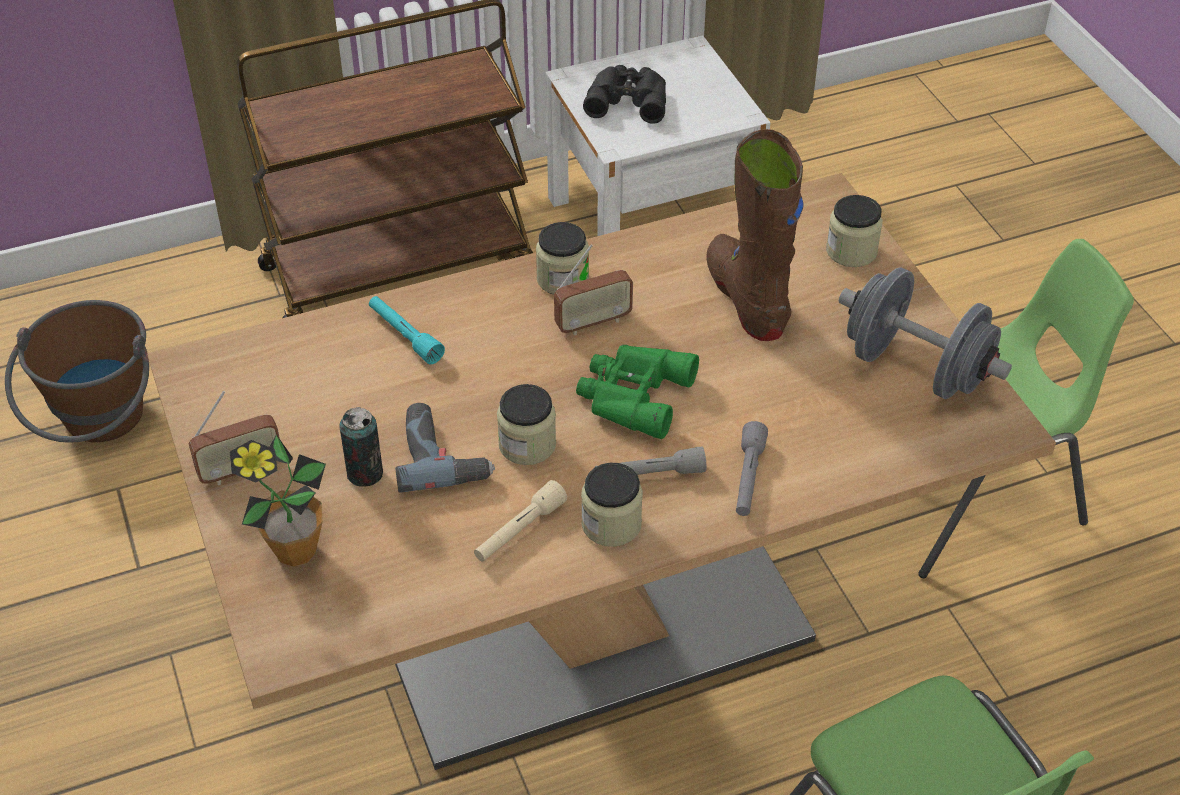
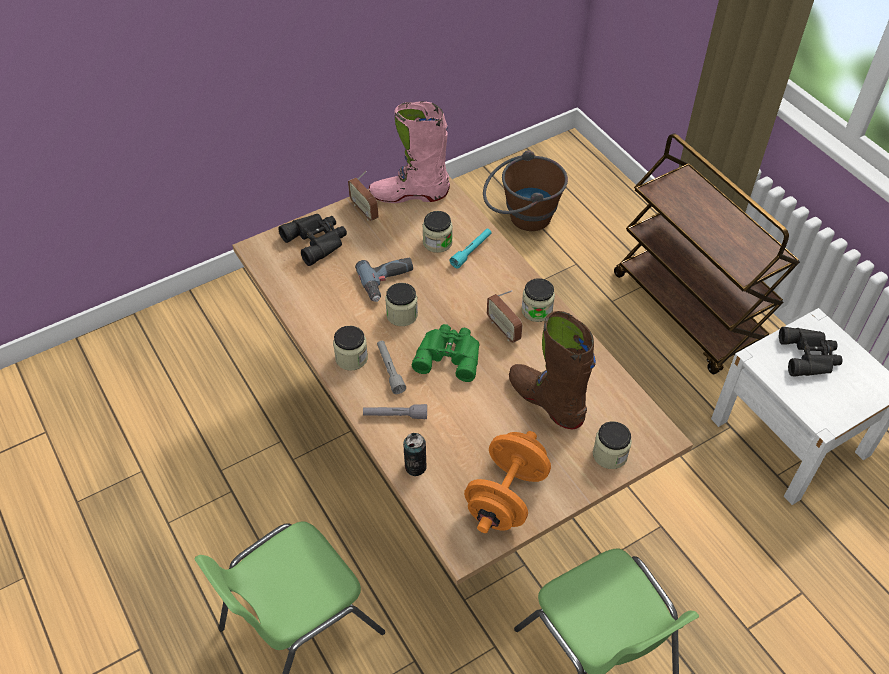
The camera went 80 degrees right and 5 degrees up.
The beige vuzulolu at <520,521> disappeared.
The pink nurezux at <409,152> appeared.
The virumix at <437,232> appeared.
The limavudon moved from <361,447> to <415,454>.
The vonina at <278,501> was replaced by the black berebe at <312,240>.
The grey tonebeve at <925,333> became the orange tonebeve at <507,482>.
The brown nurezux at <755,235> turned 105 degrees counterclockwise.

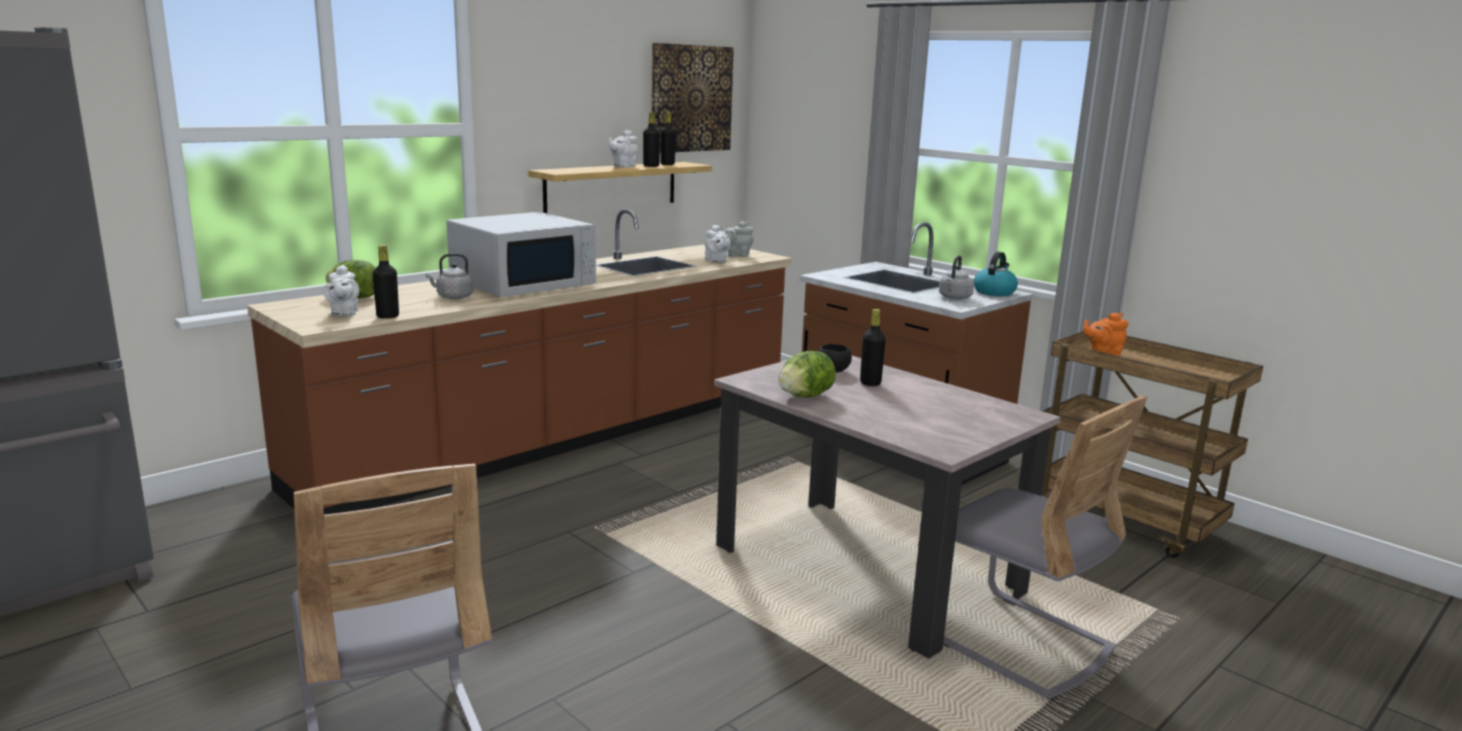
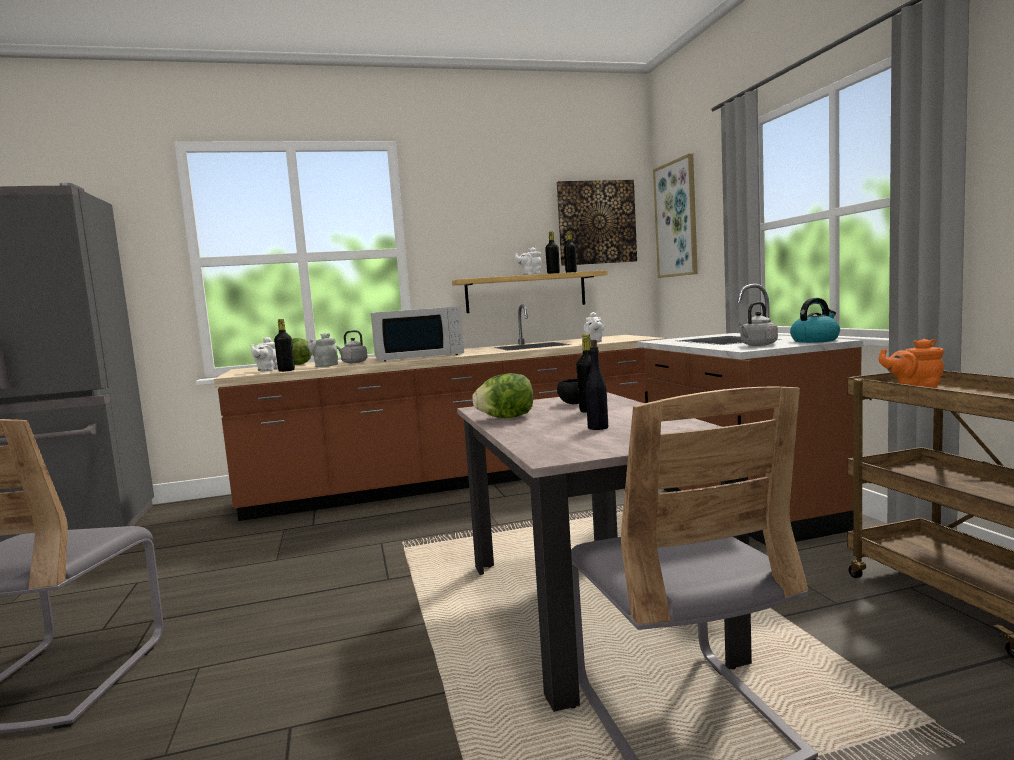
The camera went 30 degrees right and 10 degrees down.
The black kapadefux at <597,384> appeared.
The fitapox at <675,215> appeared.
The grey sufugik moved from <736,239> to <322,350>.

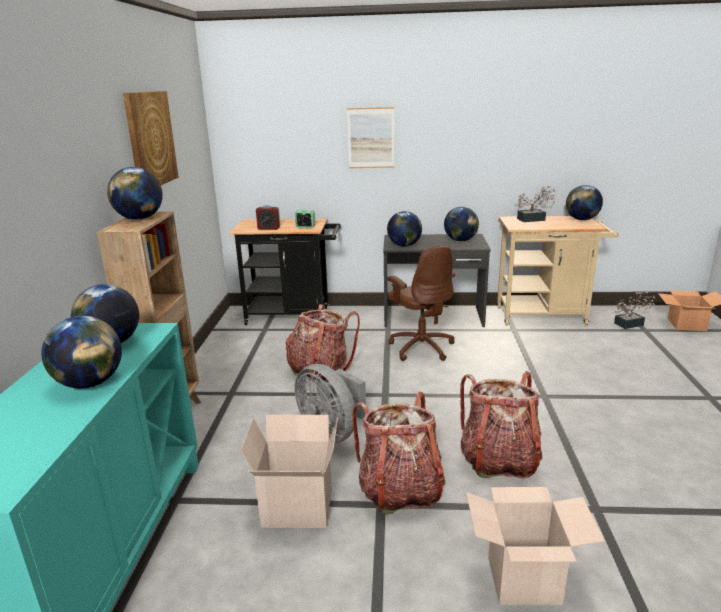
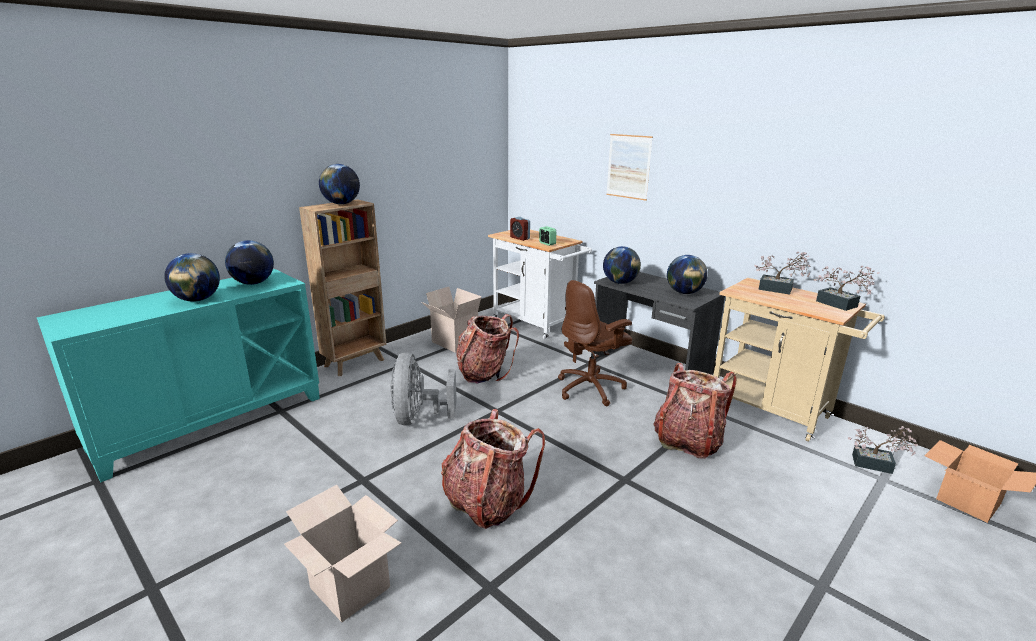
The camera went 40 degrees right and 0 degrees up.
The fitapox at <150,138> disappeared.
The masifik moved from <289,471> to <451,320>.
The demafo moved from <399,453> to <694,411>.
The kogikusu at <584,202> was replaced by the vonina at <846,288>.
The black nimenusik at <285,272> became the white nimenusik at <540,285>.
The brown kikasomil at <421,303> turned 45 degrees clockwise.

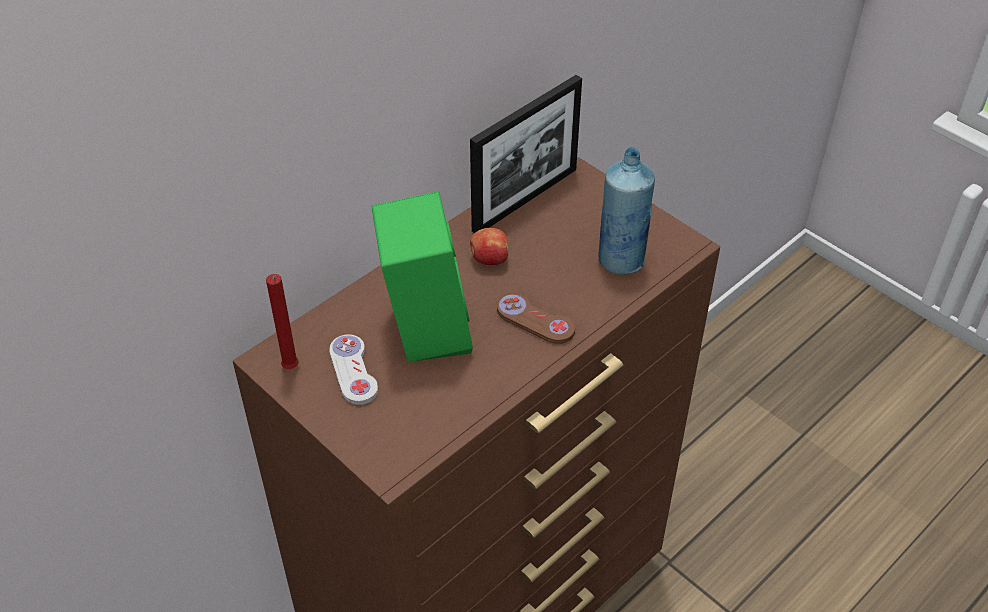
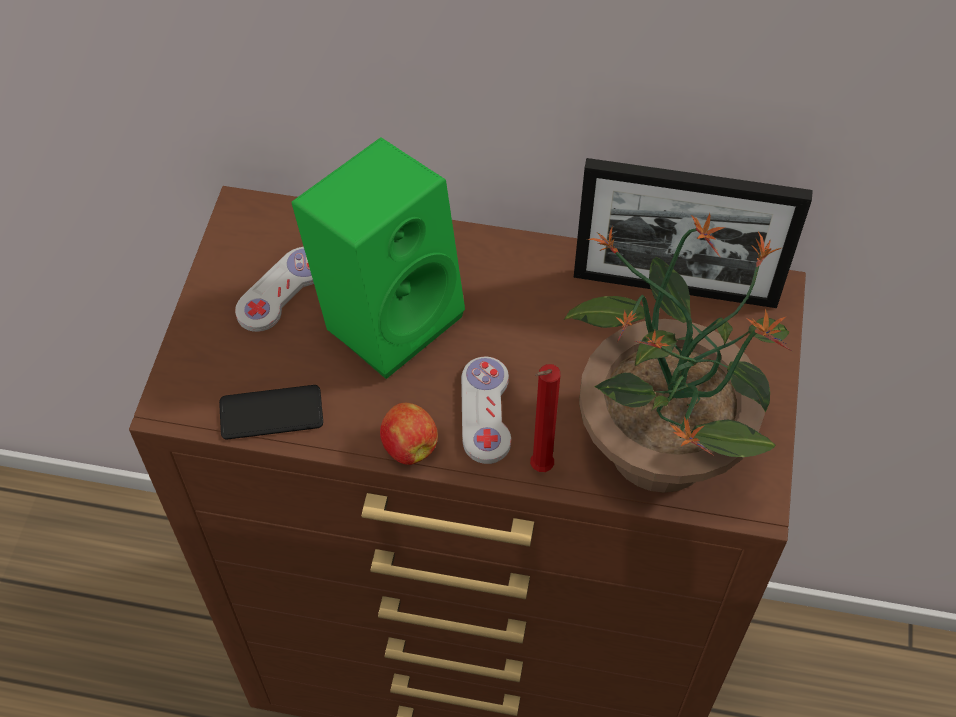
The camera went 55 degrees right and 10 degrees up.
The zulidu at <271,412> appeared.
The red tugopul moved from <282,321> to <545,418>.
The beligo moved from <489,246> to <409,434>.
The blue kapadefux at <626,211> was replaced by the vonina at <678,353>.
The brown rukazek at <536,319> became the white rukazek at <486,410>.

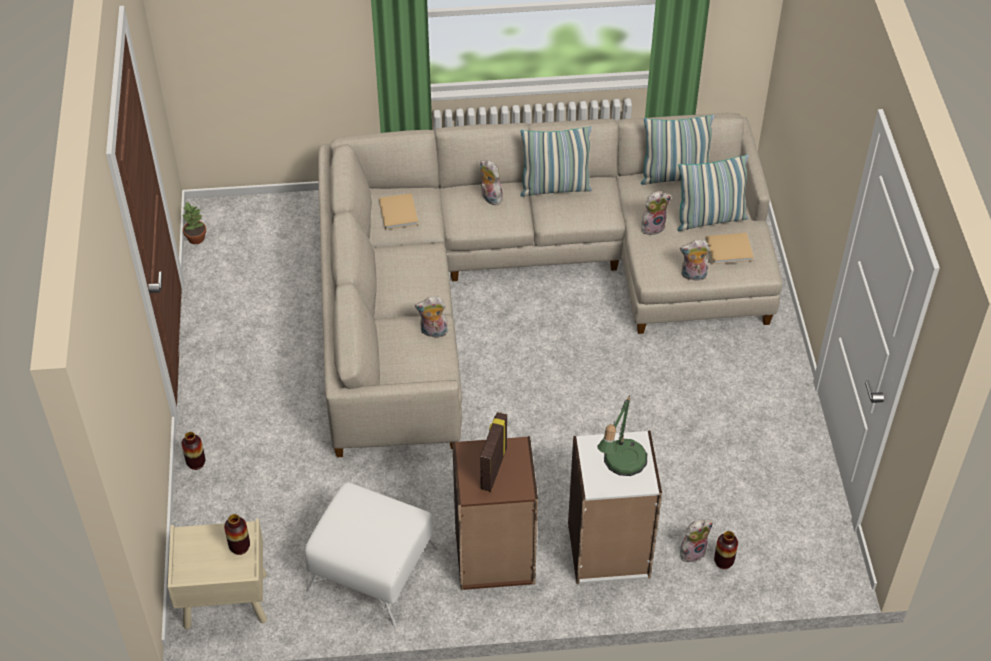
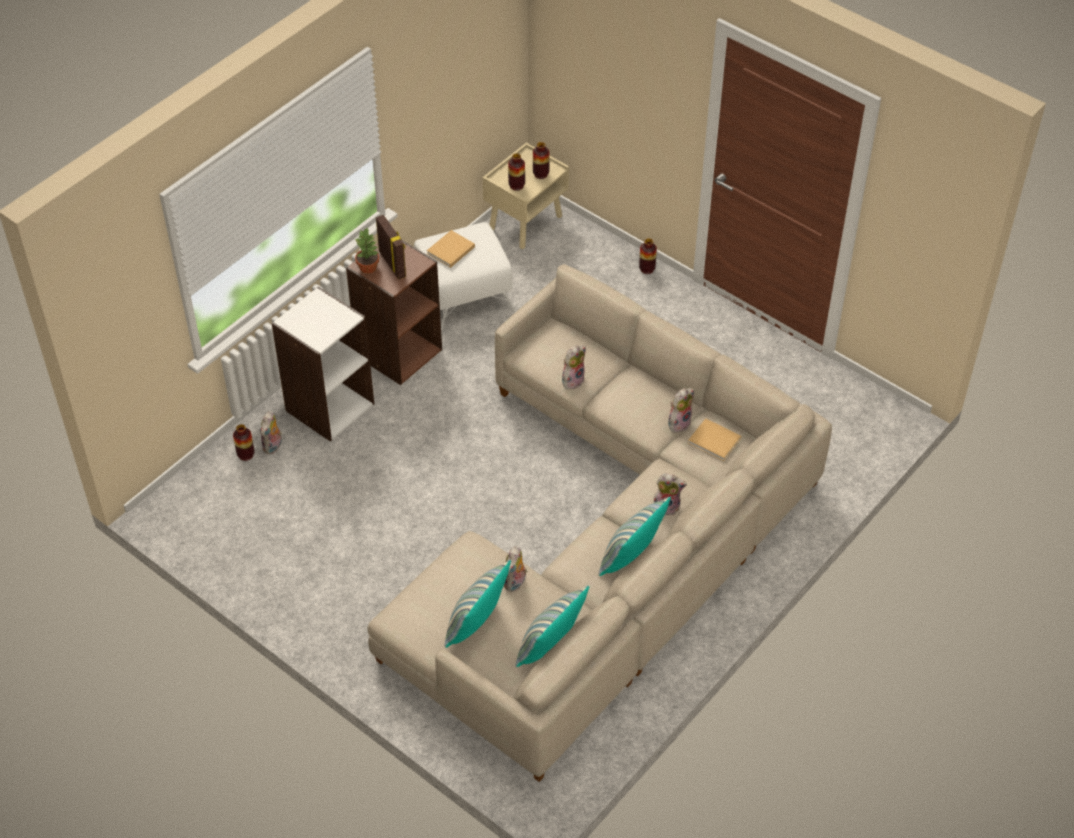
The camera went 135 degrees right and 0 degrees up.
The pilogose at <622,435> disappeared.
The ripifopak at <541,160> appeared.
The vonina moved from <194,222> to <367,251>.
The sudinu moved from <694,261> to <681,410>.
The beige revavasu moved from <730,248> to <451,249>.

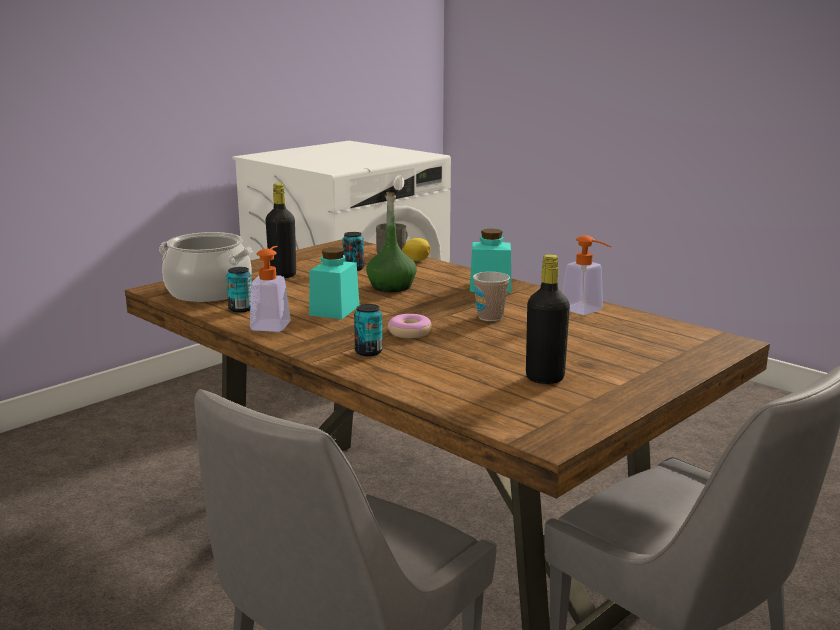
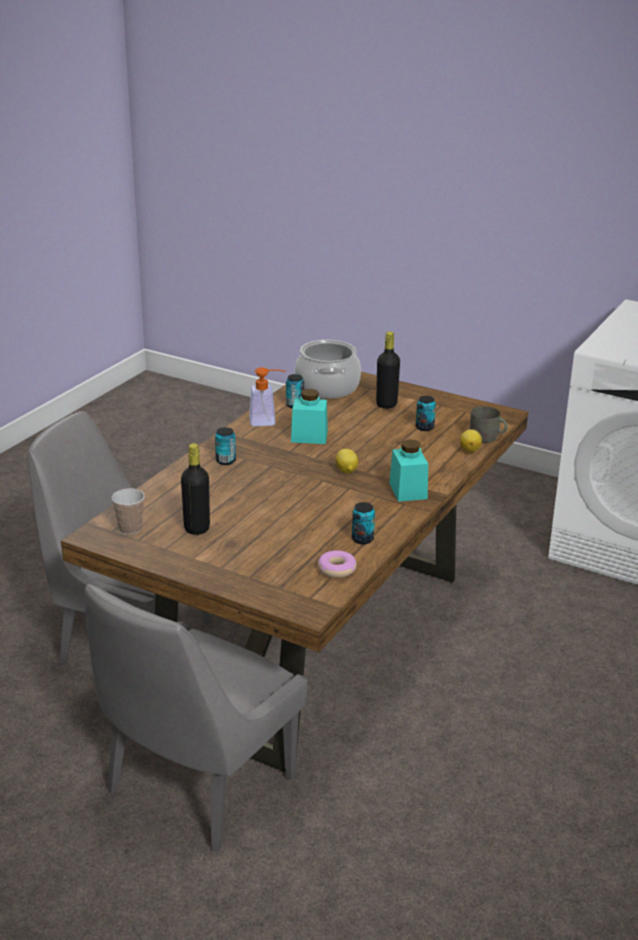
The camera went 75 degrees right and 10 degrees up.
The green kapadefux at <391,242> disappeared.
The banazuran at <346,461> appeared.
The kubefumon moved from <410,326> to <337,564>.
The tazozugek moved from <491,296> to <128,511>.
The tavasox at <587,275> was replaced by the limavudon at <363,523>.

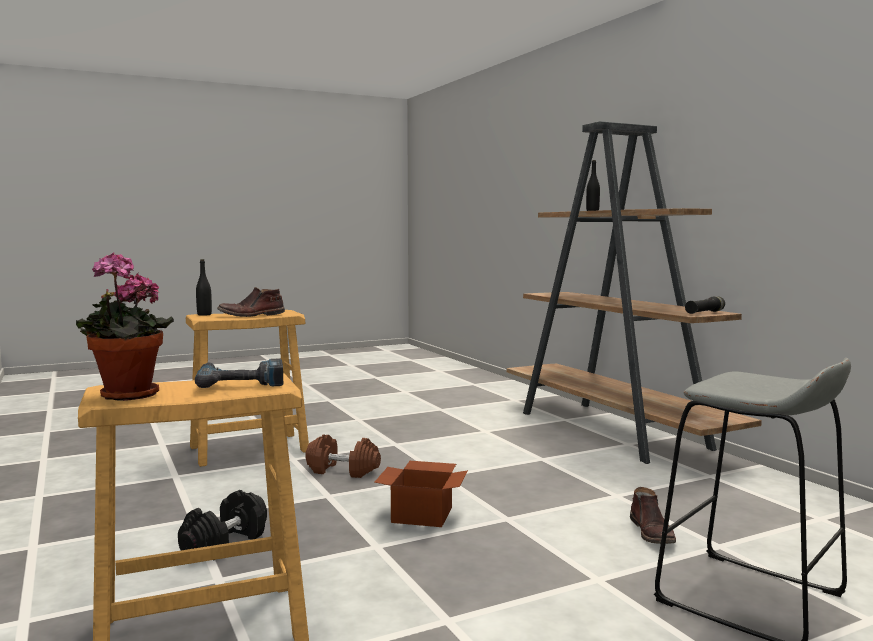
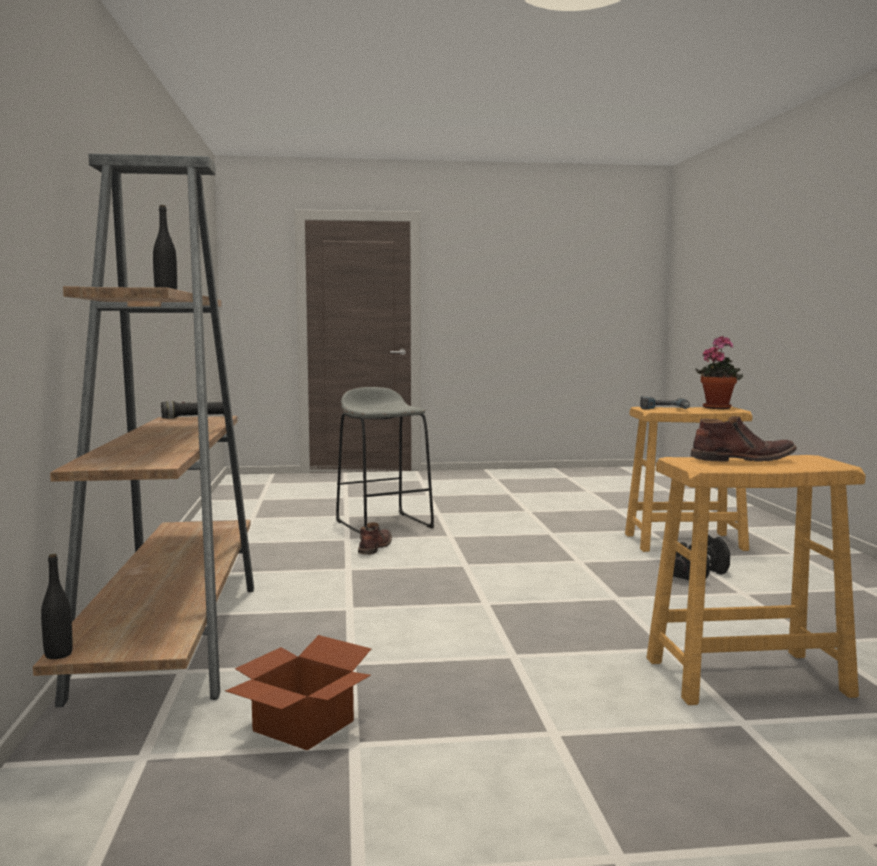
The camera went 160 degrees left and 0 degrees up.
The brown tonebeve at <343,456> disappeared.
The black kapadefux moved from <204,287> to <57,606>.
The masifik moved from <421,494> to <298,693>.

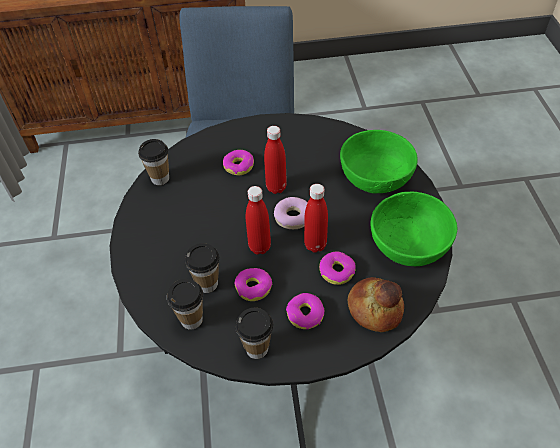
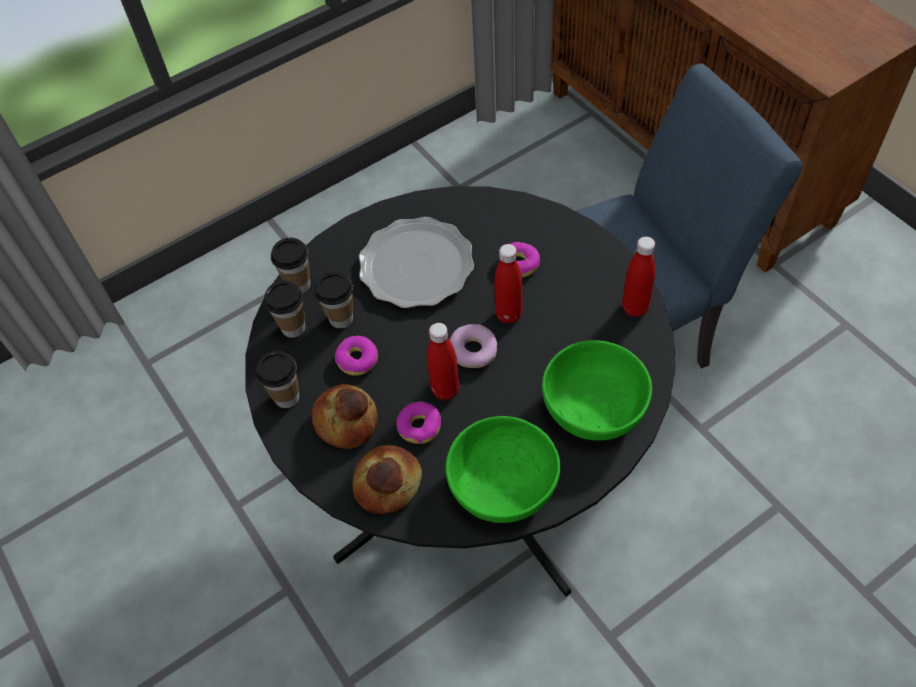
The camera went 65 degrees right and 5 degrees up.
The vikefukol at <416,262> appeared.
The tazozugek moved from <153,162> to <291,265>.
The red kapadefux moved from <258,220> to <638,277>.
The kubefumon at <305,311> was replaced by the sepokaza at <345,416>.

